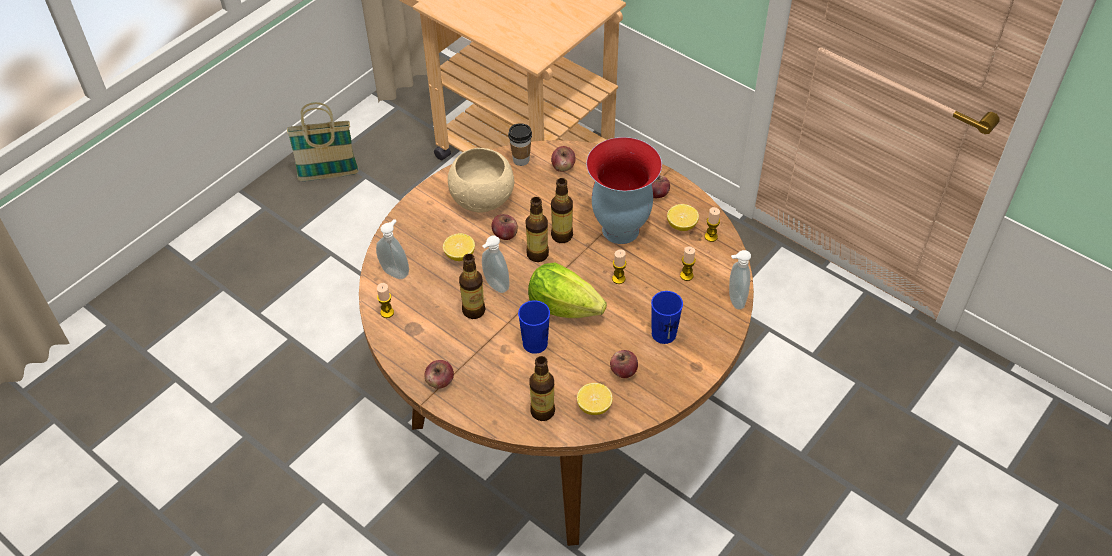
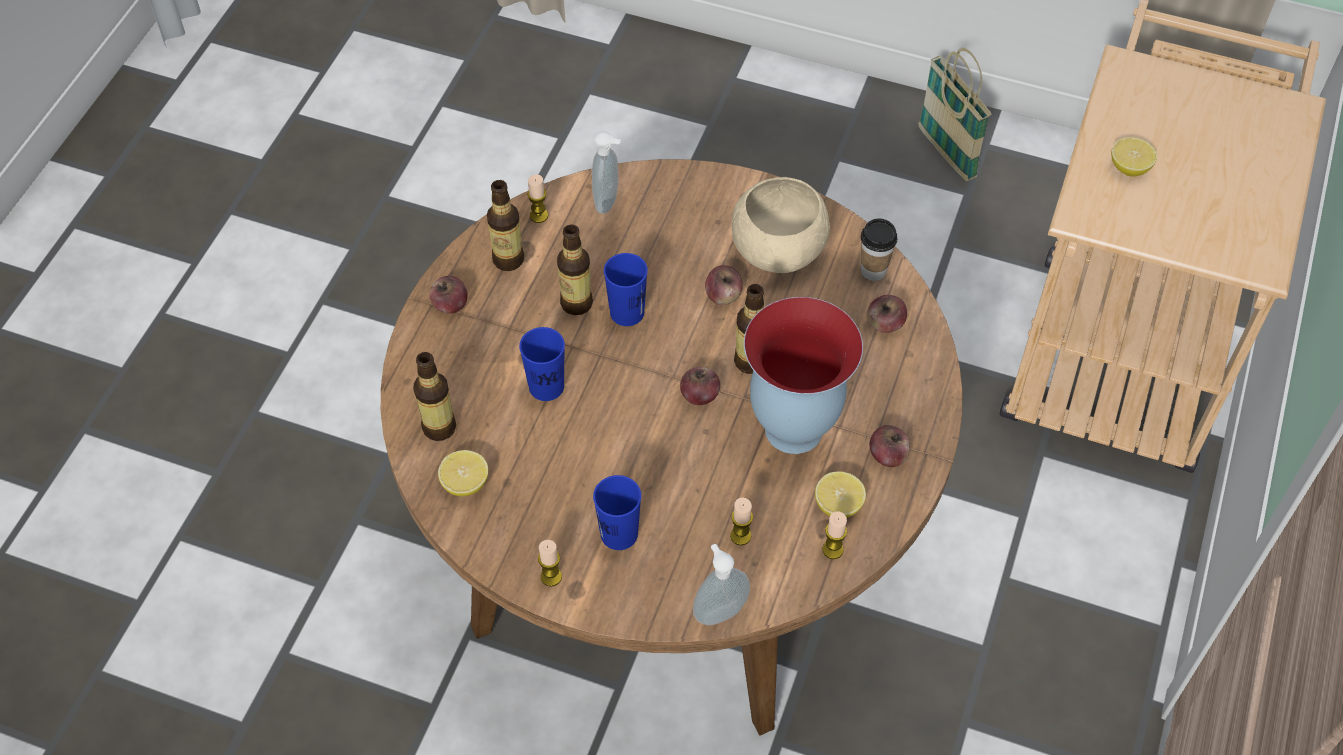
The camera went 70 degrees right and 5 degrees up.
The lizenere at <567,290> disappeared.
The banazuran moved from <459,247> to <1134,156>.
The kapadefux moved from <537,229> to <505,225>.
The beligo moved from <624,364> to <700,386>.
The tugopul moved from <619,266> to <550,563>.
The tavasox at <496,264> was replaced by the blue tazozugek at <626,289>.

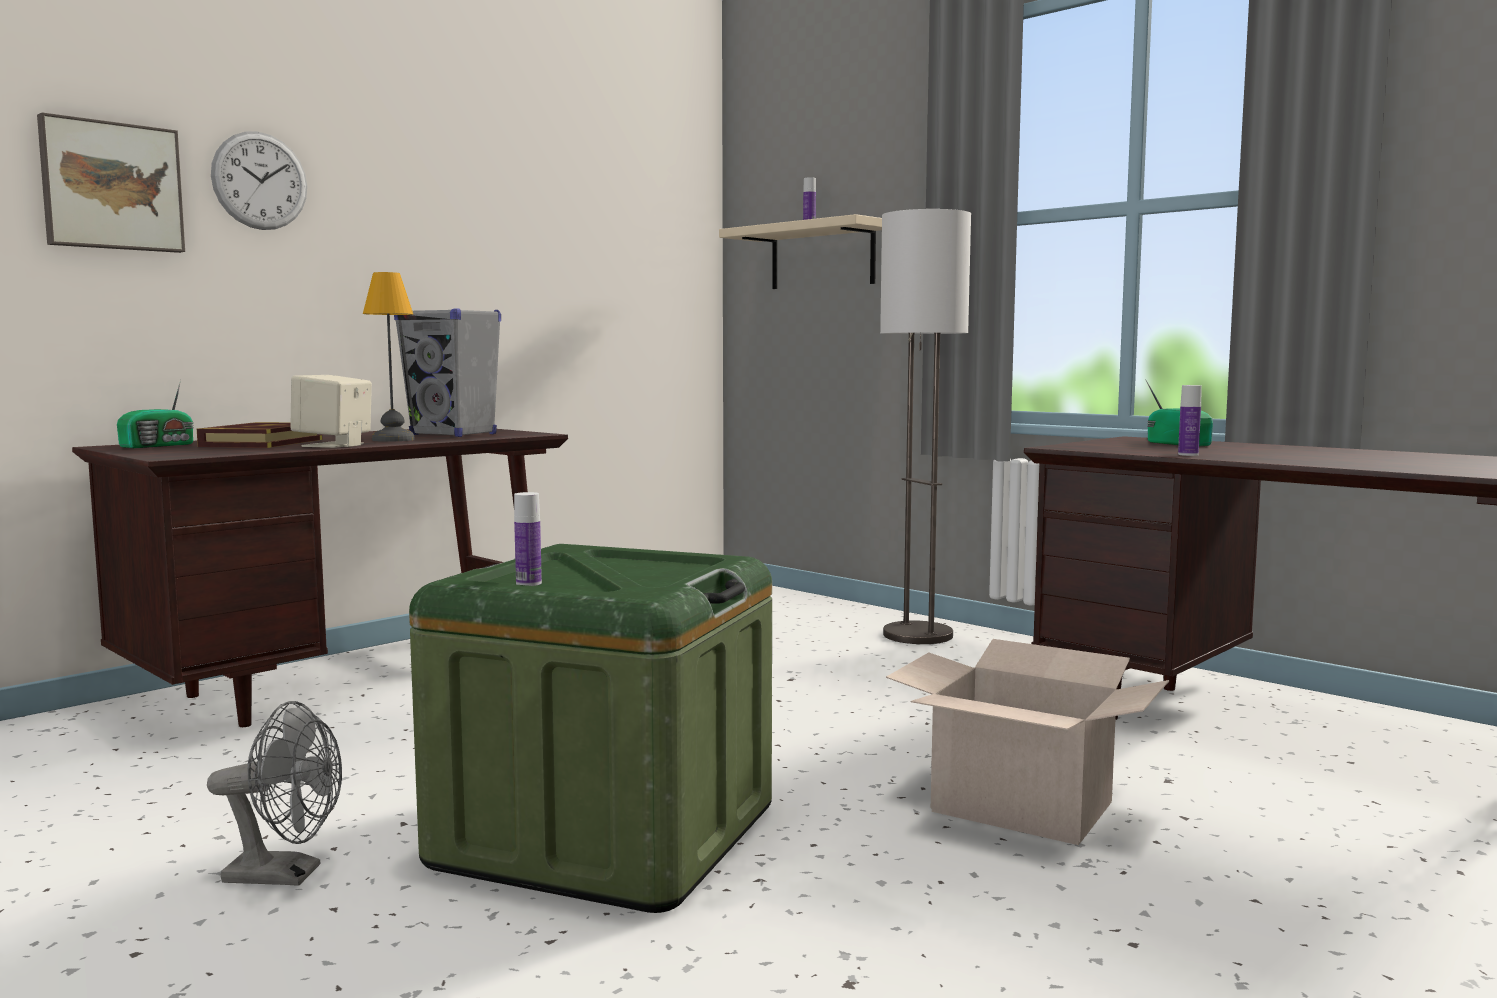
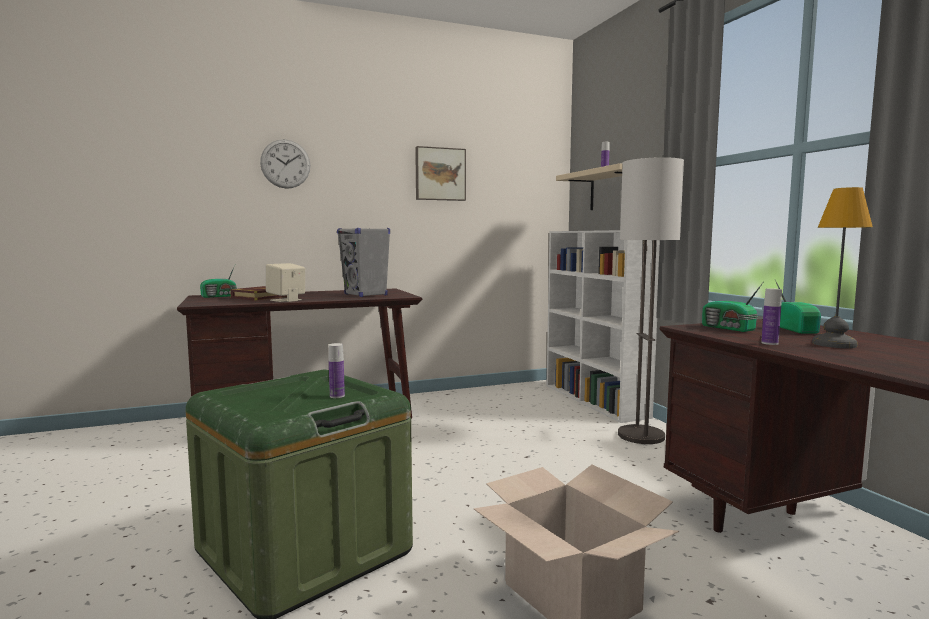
The camera went 25 degrees right and 0 degrees up.
The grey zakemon at <274,793> disappeared.
The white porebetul at <603,326> appeared.
The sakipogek at <732,307> appeared.
The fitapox moved from <111,182> to <440,173>.
The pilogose moved from <389,357> to <842,267>.
The kapadefux moved from <528,539> to <337,370>.

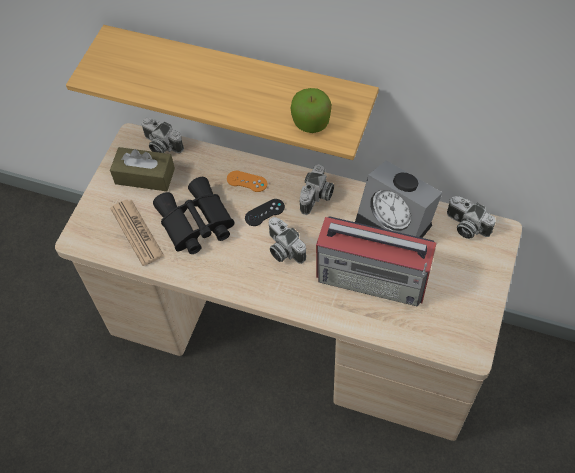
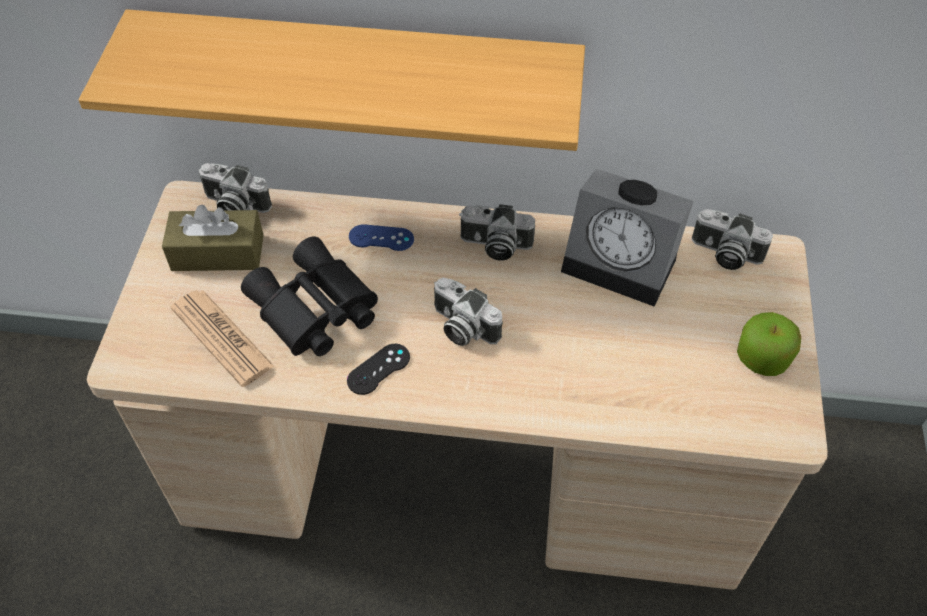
The camera went 15 degrees left and 5 degrees down.
The sakipogek at <376,261> disappeared.
The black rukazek moved from <265,212> to <378,369>.
The beligo moved from <311,110> to <769,344>.
The orange rukazek at <247,181> became the blue rukazek at <381,237>.
The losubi at <316,189> turned 90 degrees clockwise.

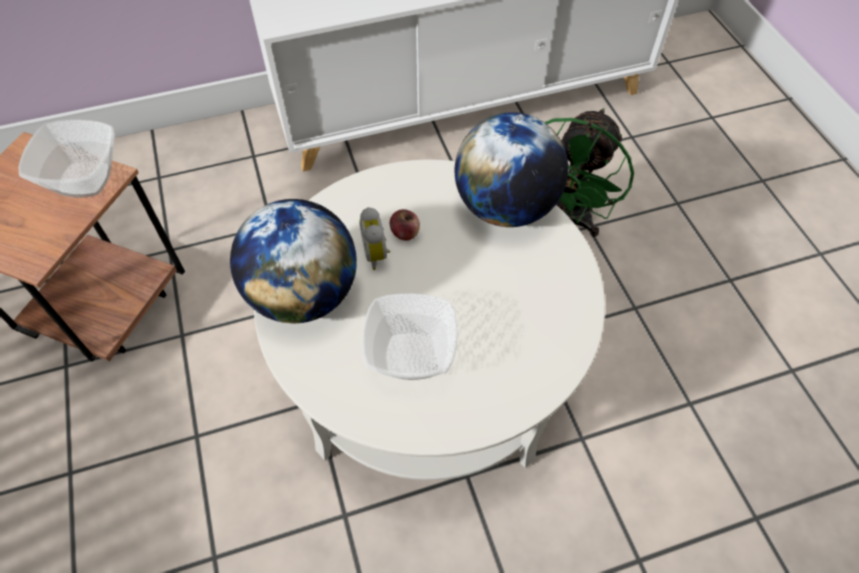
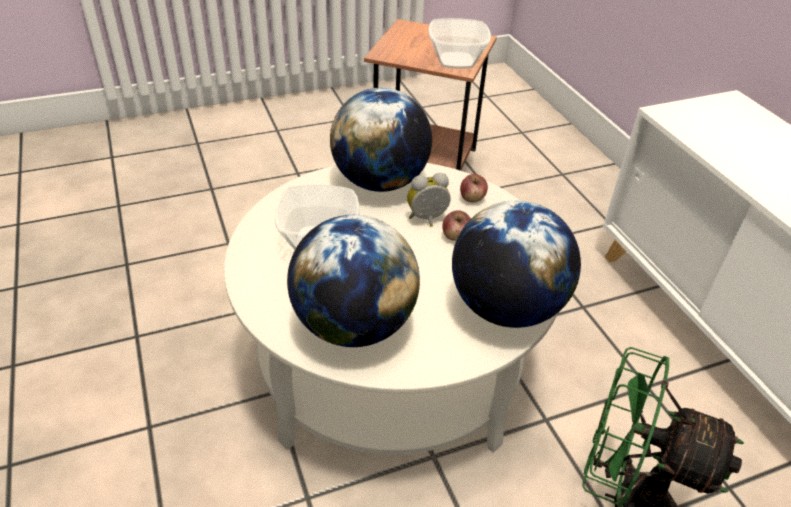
The camera went 85 degrees right and 15 degrees down.
The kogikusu at <353,281> appeared.
The beligo at <474,188> appeared.

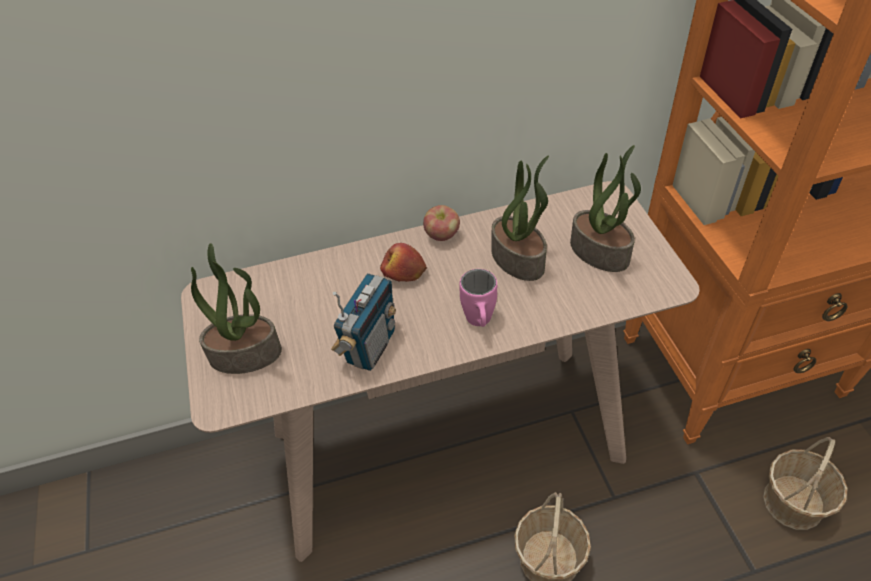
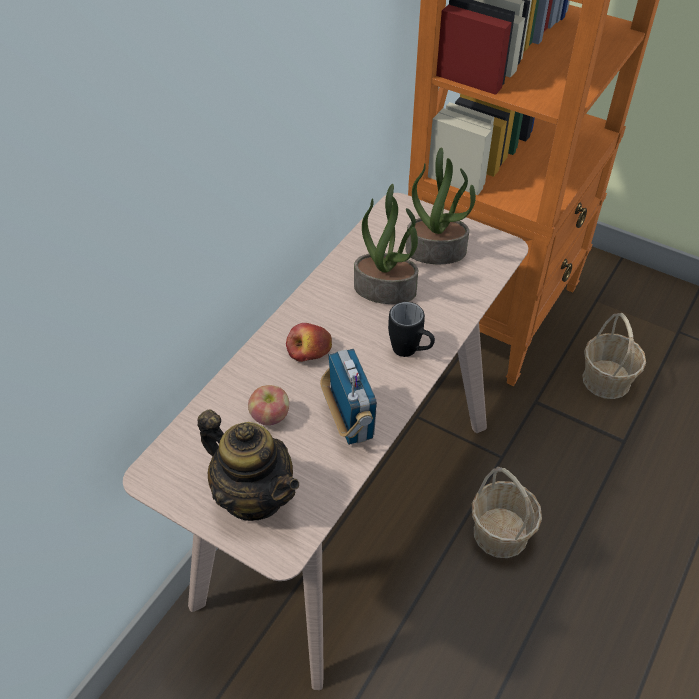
The camera went 45 degrees left and 0 degrees up.
The beligo moved from <441,223> to <268,405>.
The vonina at <236,308> was replaced by the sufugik at <248,465>.
The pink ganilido at <478,298> became the black ganilido at <411,329>.

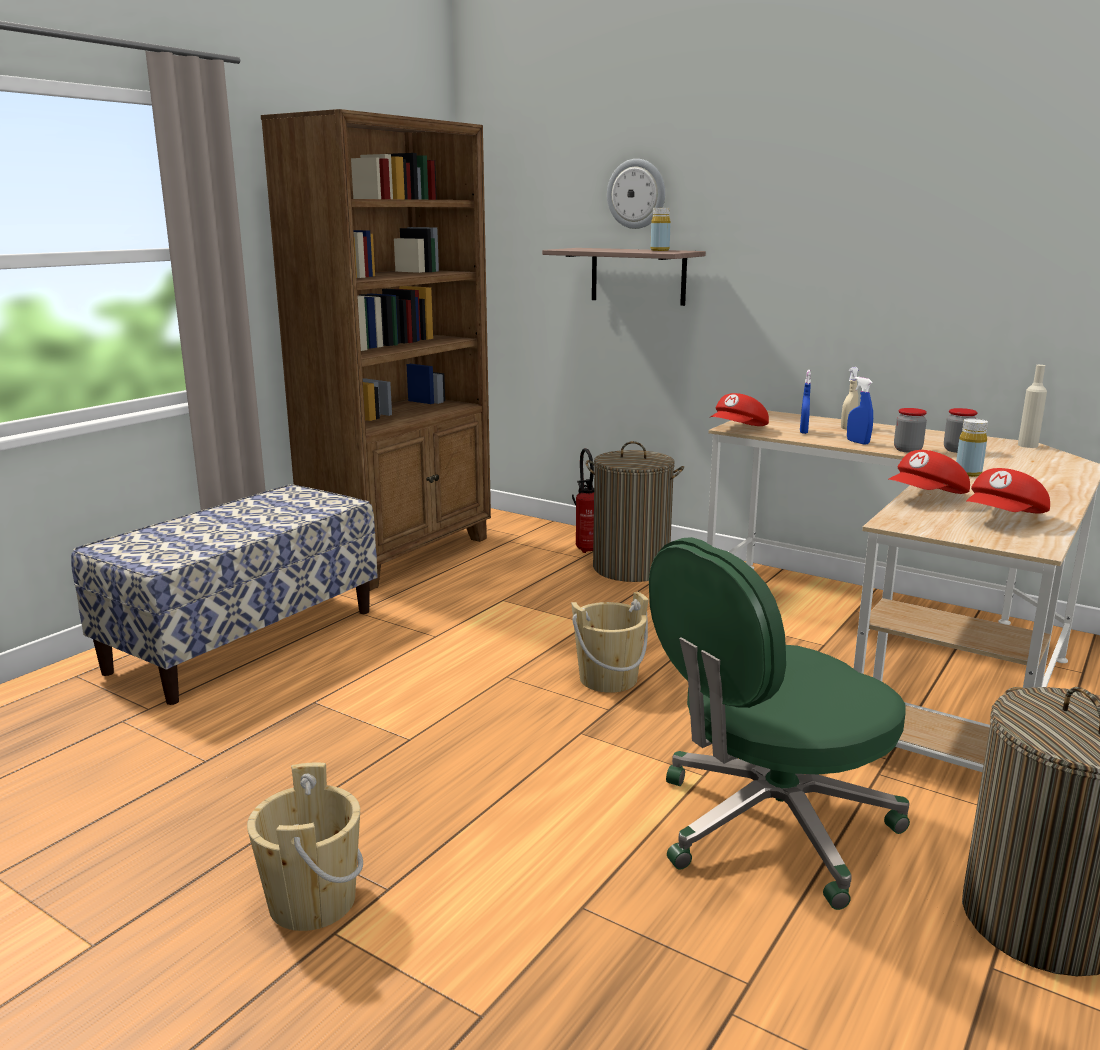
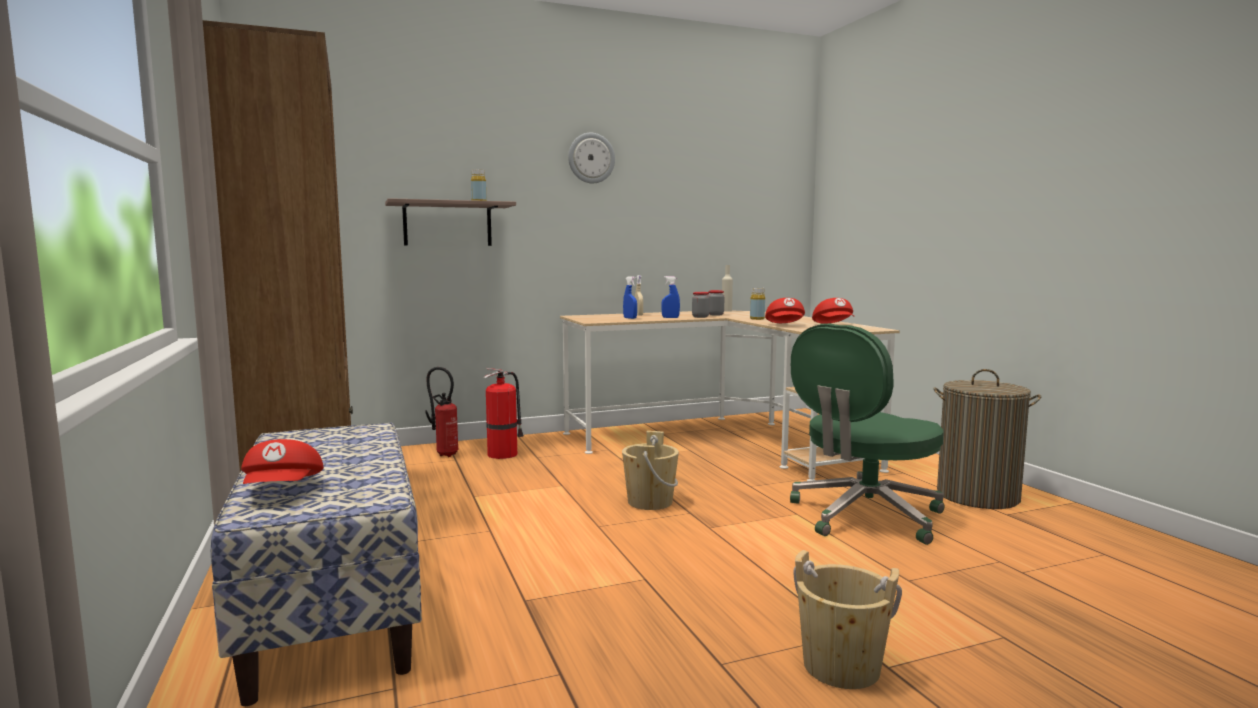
The camera went 55 degrees left and 10 degrees down.
The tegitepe moved from <636,194> to <591,158>.
The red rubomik moved from <739,409> to <282,461>.
The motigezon at <635,511> was replaced by the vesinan at <504,413>.
The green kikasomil at <779,723> turned 45 degrees clockwise.

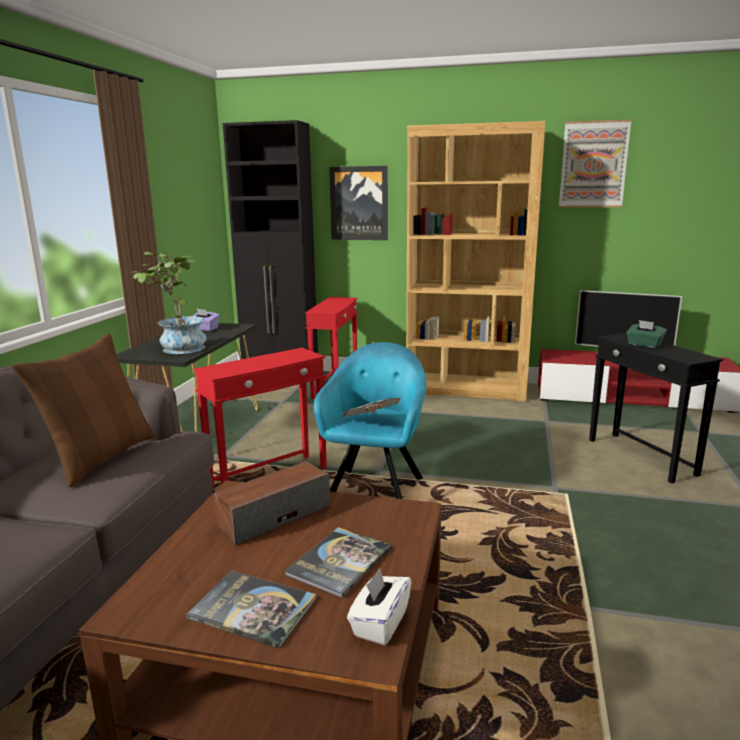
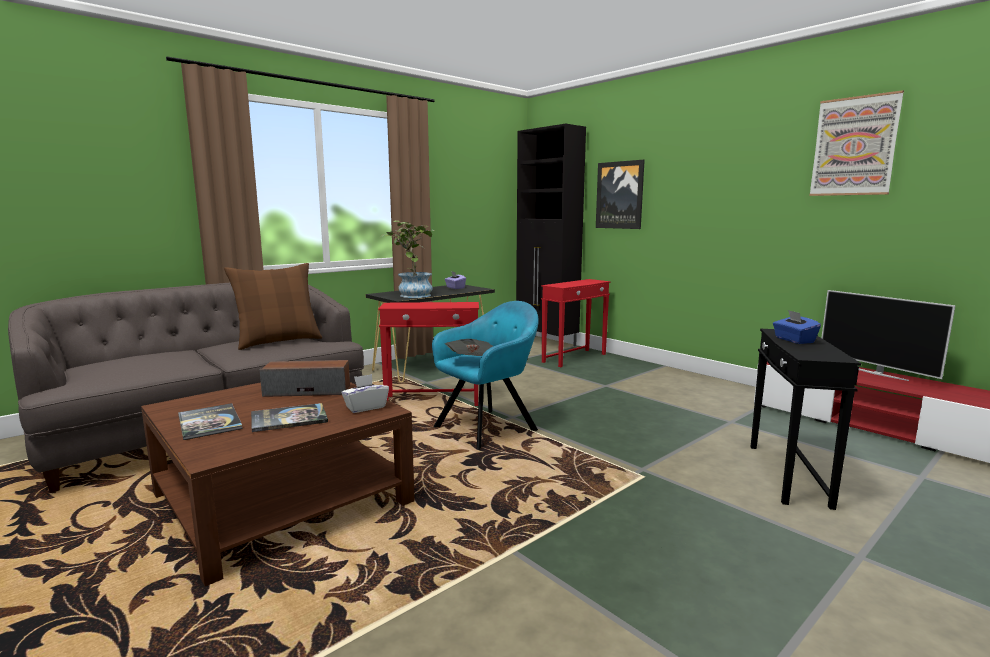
The camera went 35 degrees right and 5 degrees down.
The brown porebetul at <475,261> disappeared.
The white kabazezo moved from <379,606> to <365,393>.
The green kabazezo at <646,334> became the blue kabazezo at <797,327>.

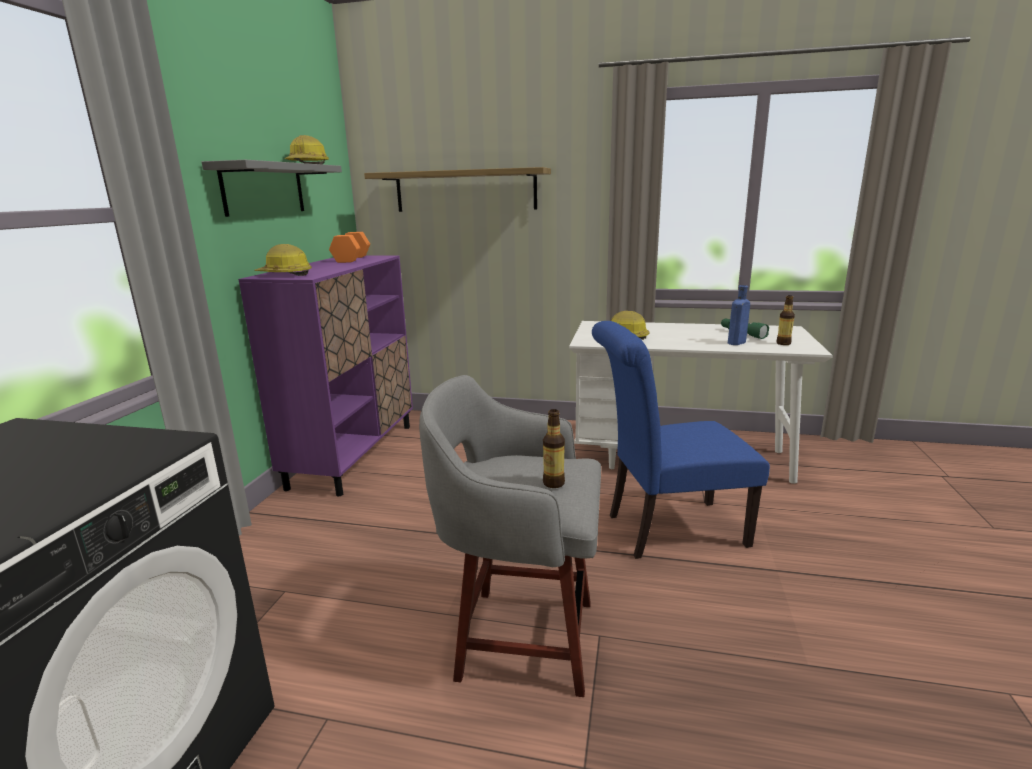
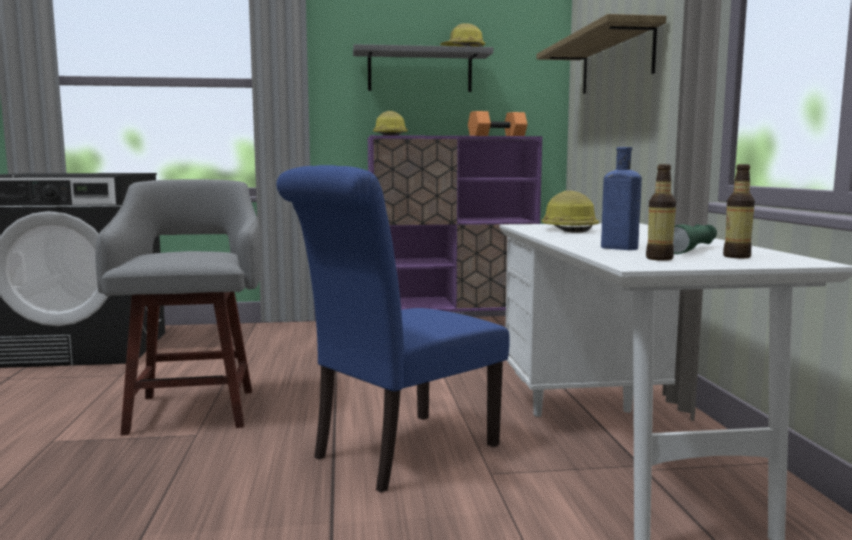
The camera went 70 degrees right and 10 degrees down.
The kapadefux moved from <554,448> to <739,211>.
The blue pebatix at <681,440> turned 105 degrees counterclockwise.

